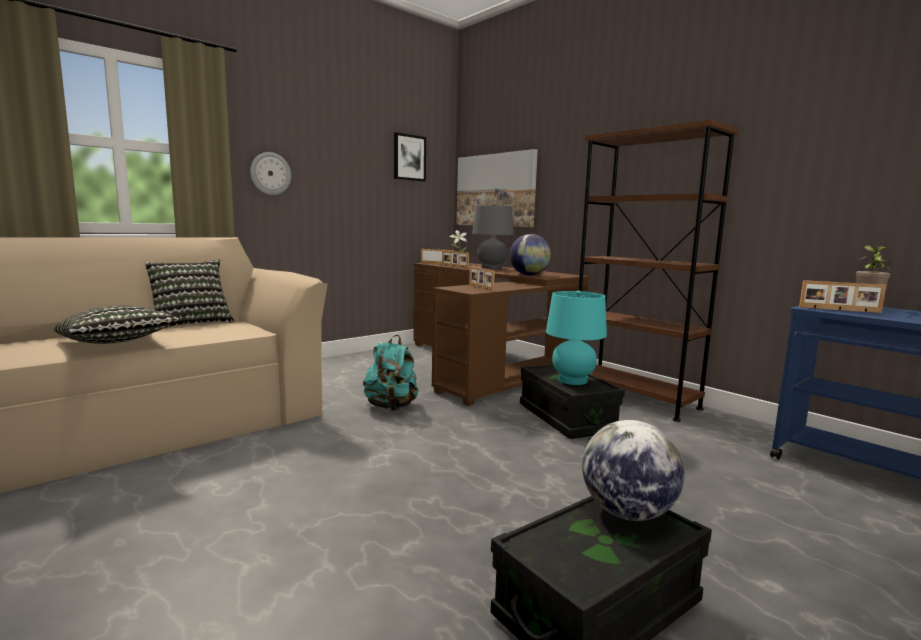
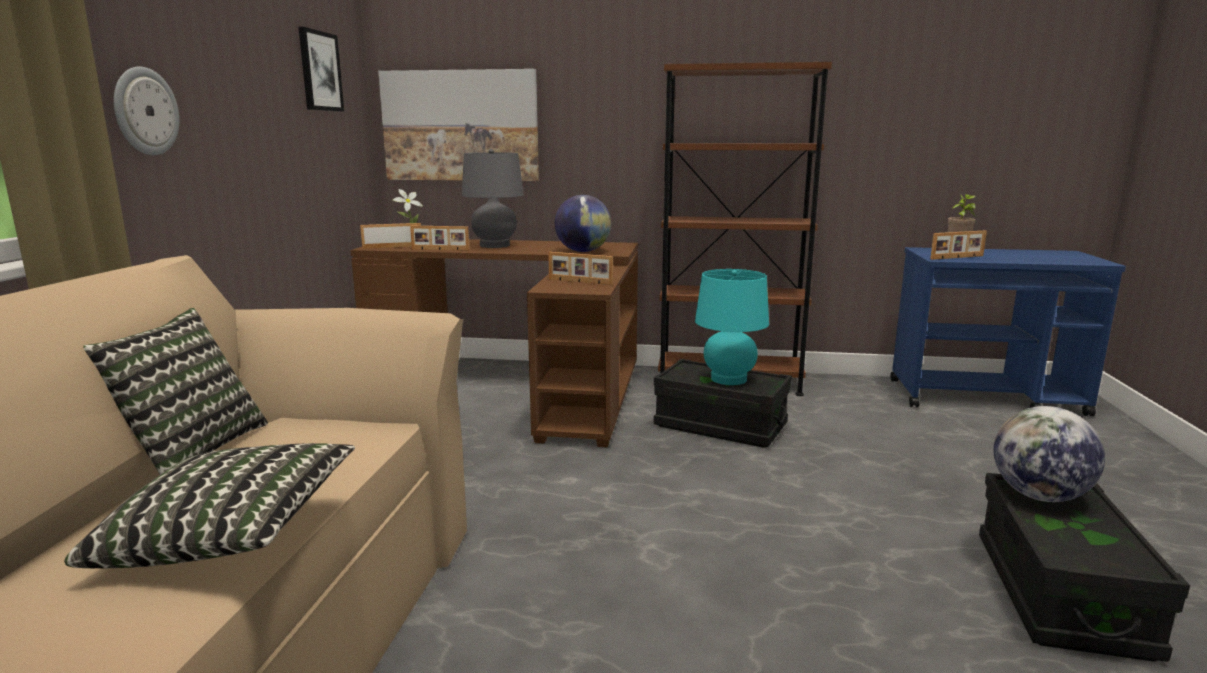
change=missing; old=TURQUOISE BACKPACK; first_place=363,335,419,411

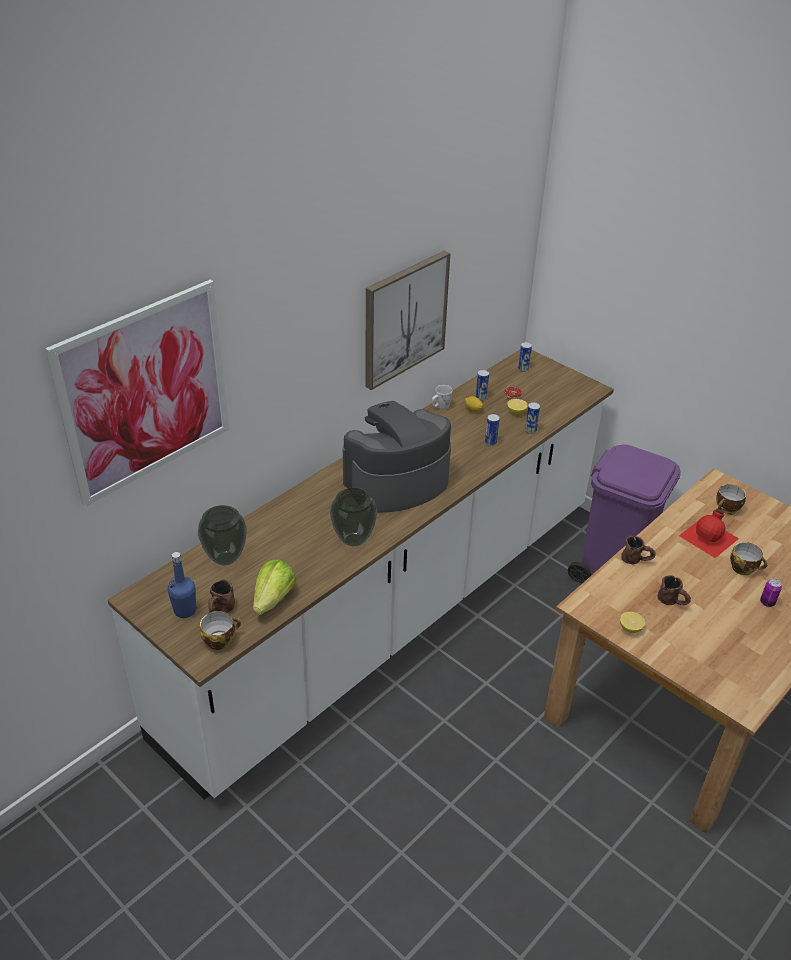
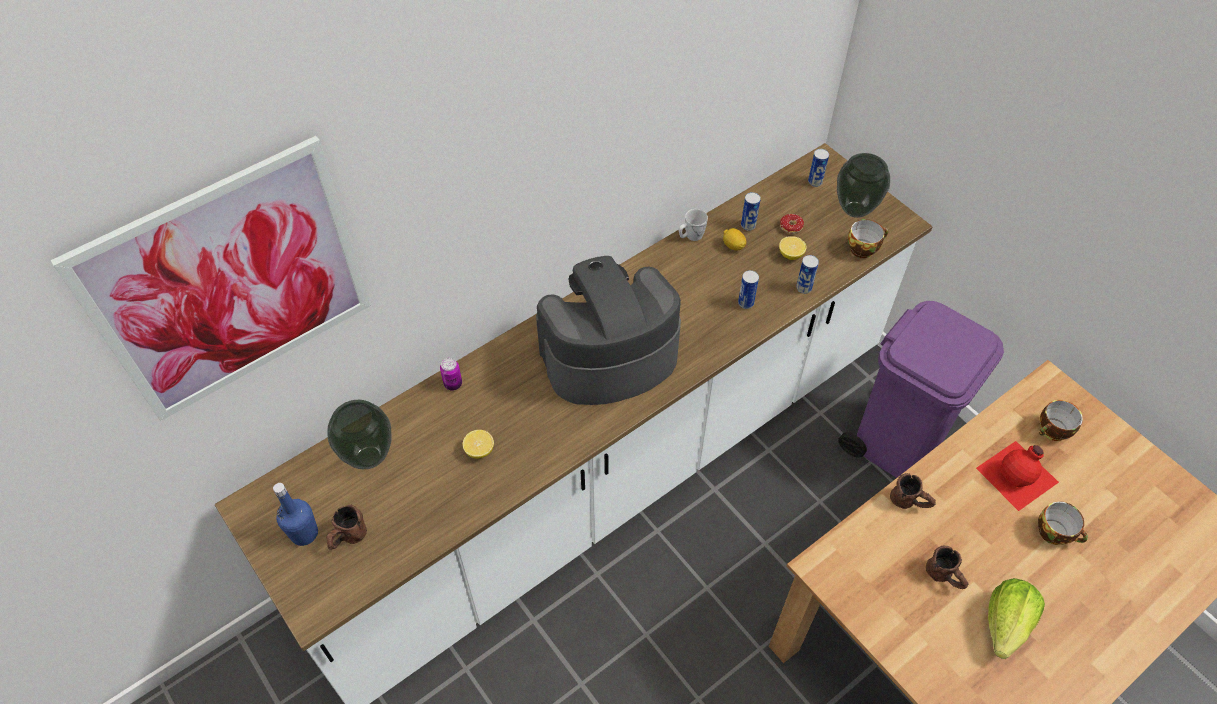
change=missing; old=PICTURE; first_place=365,251,450,390
change=relocated; old=VASE; first_place=330,488,377,546; second_place=837,153,890,218
change=relocated; old=LETTUCE; first_place=253,560,296,615; second_place=988,578,1045,659
change=relocated; old=CAN; first_place=760,578,782,607; second_place=440,358,462,391
change=relocated; old=CUP; first_place=200,611,241,650; second_place=848,219,888,258
change=relocated; old=LEMON; first_place=620,612,645,633; second_place=463,430,494,459

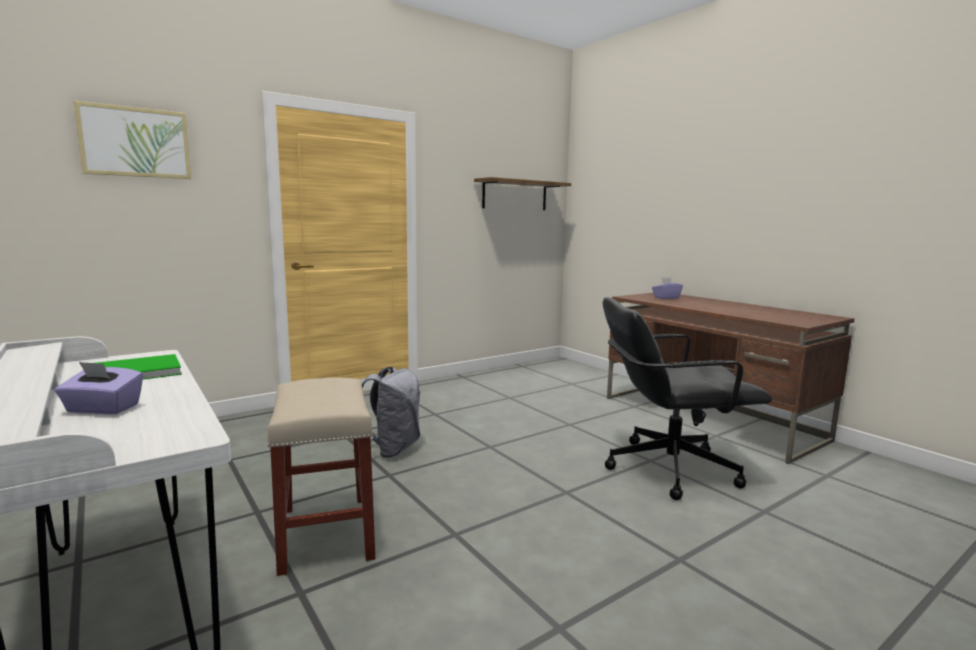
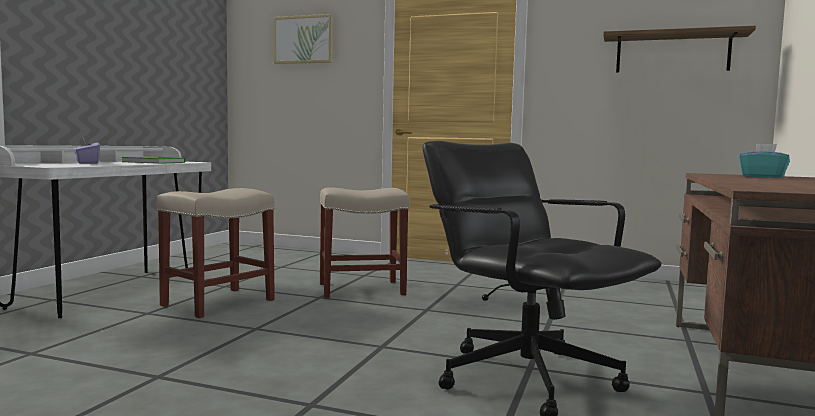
change=colour; old=PURPLE TISSUE BOX; new=TURQUOISE TISSUE BOX; first_place=652,277,683,299; second_place=739,144,790,178
change=exchanged; old=GREY BACKPACK; new=BEIGE STOOL; first_place=362,367,420,458; second_place=320,187,410,298

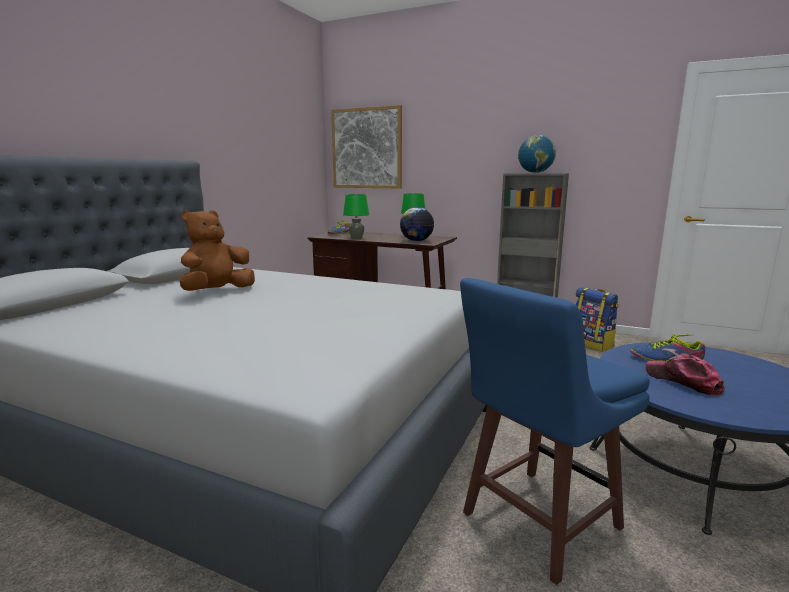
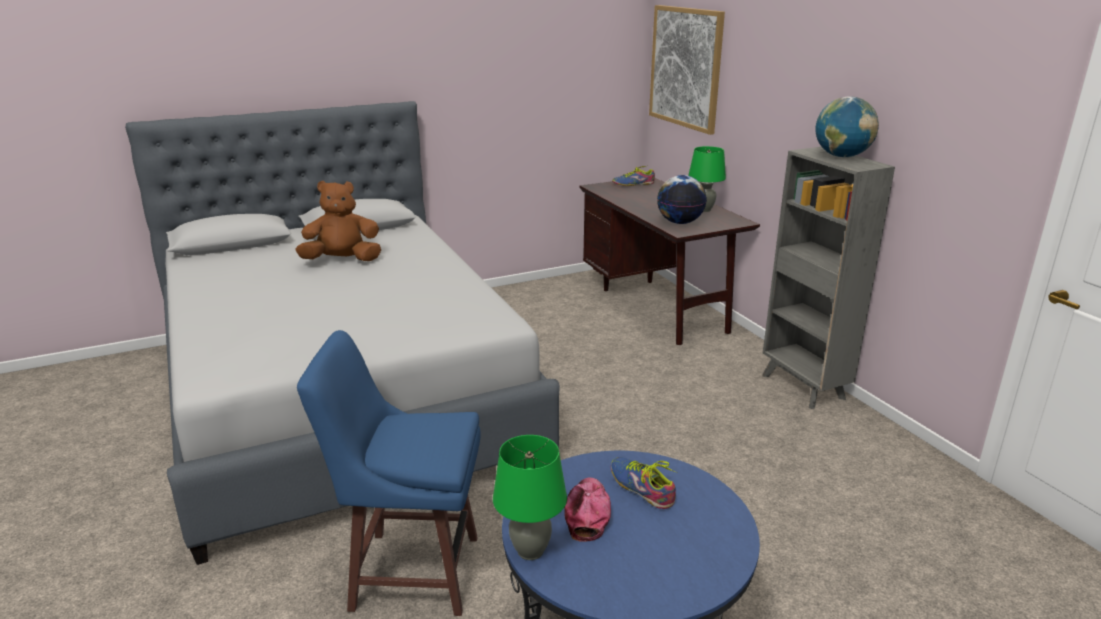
change=relocated; old=GREEN TABLE LAMP; first_place=343,194,370,240; second_place=493,435,567,560
change=missing; old=BACKPACK; first_place=576,287,619,352

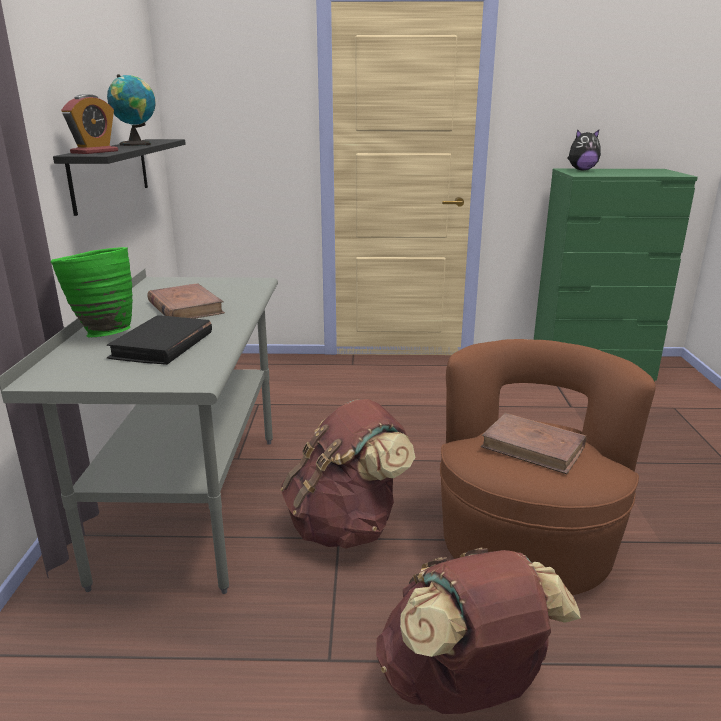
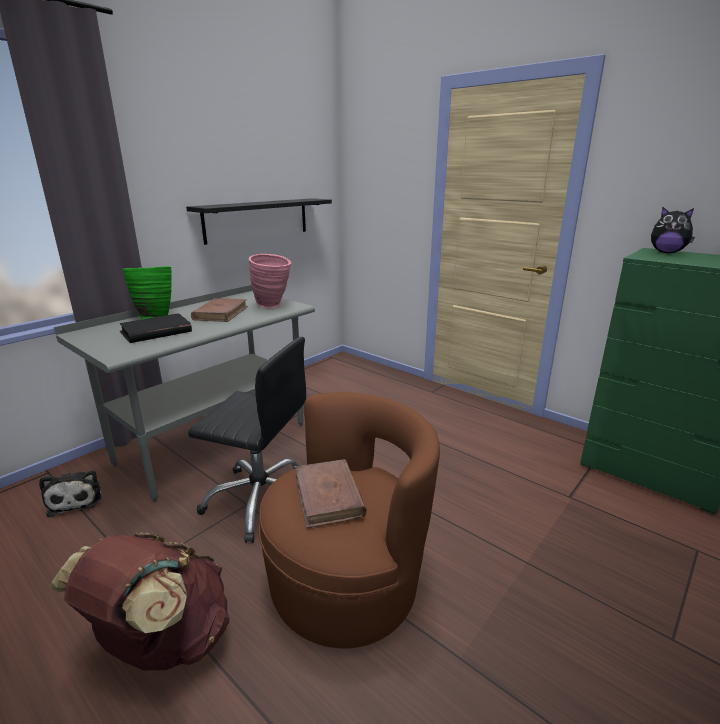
change=missing; old=GLOBE; first_place=107,74,156,146
change=missing; old=ALARM CLOCK; first_place=61,94,118,154
change=exchanged; old=BROWN BACKPACK; new=BLACK OFFICE CHAIR; first_place=281,399,415,549; second_place=188,337,306,543
change=appeared; new=PINK VASE; second_place=249,254,292,308
change=appeared; new=PLUSH TOY; second_place=39,470,102,517

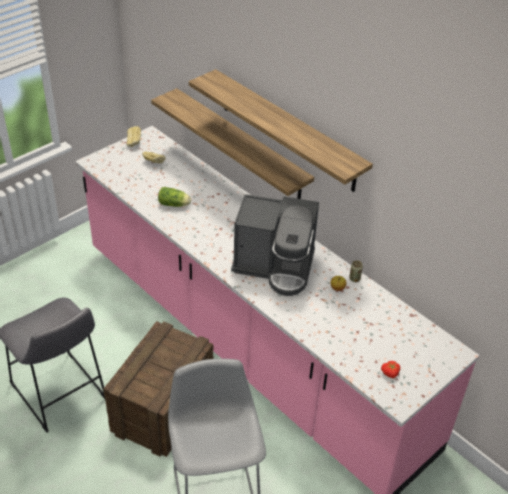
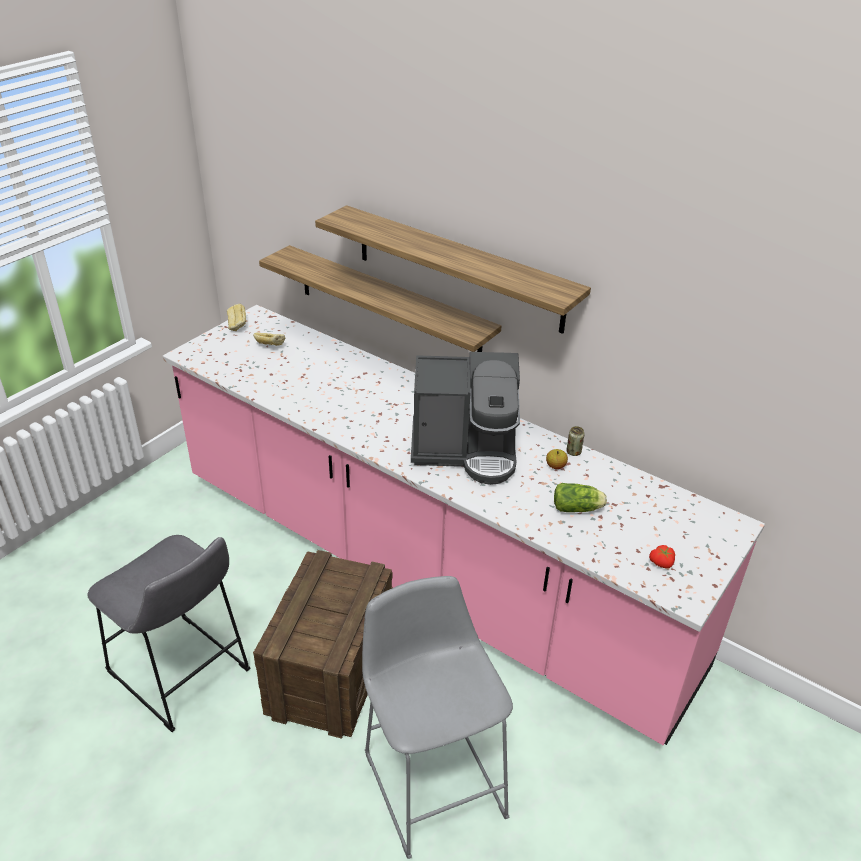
change=relocated; old=LETTUCE; first_place=158,187,191,207; second_place=554,483,607,512

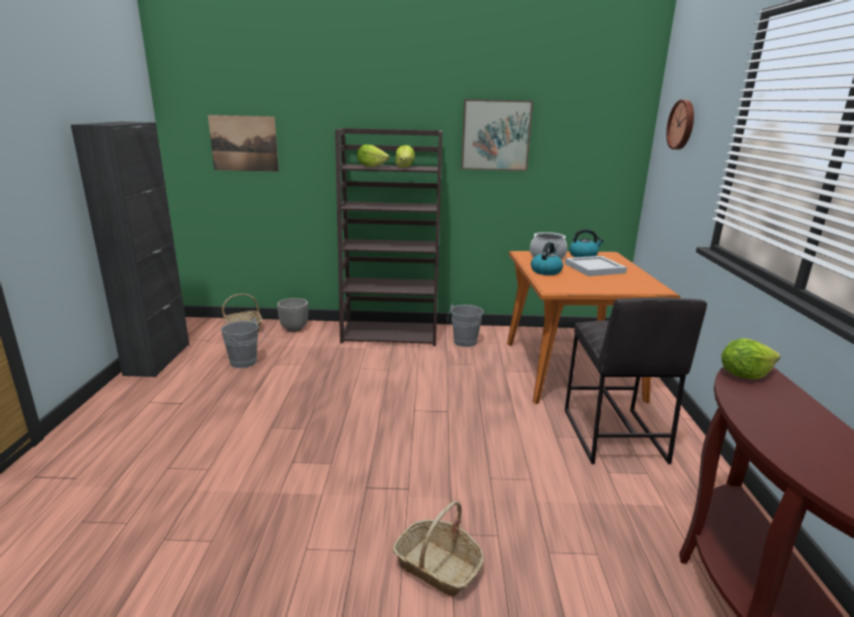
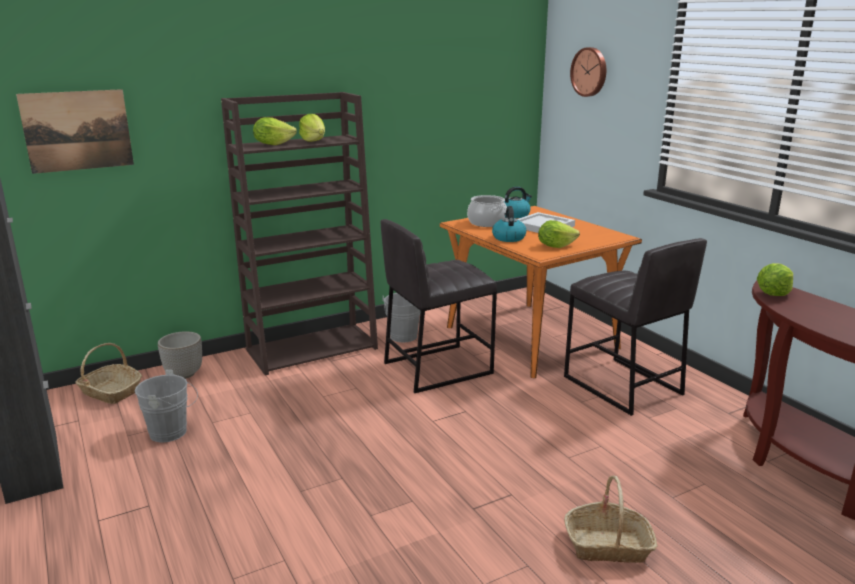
change=missing; old=PICTURE; first_place=461,99,533,171
change=appeared; new=GREY STOOL; second_place=381,219,497,393
change=appeared; new=LETTUCE; second_place=538,220,580,248

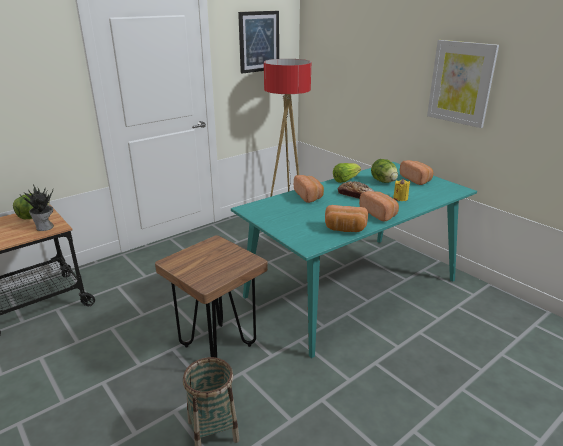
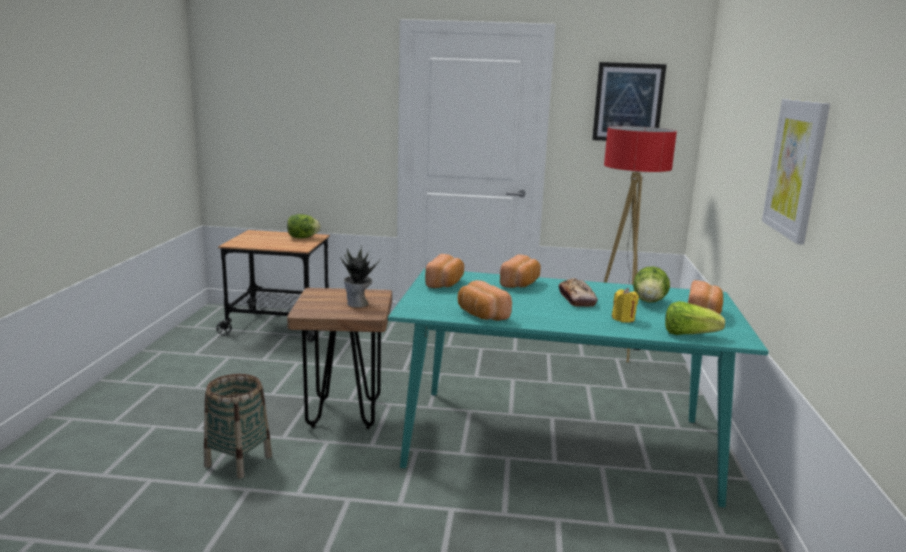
change=relocated; old=LETTUCE; first_place=333,163,361,183; second_place=665,301,725,335
change=relocated; old=POTTED PLANT; first_place=20,184,54,231; second_place=340,245,380,307
change=relocated; old=BREAD; first_place=359,191,399,222; second_place=425,254,464,288

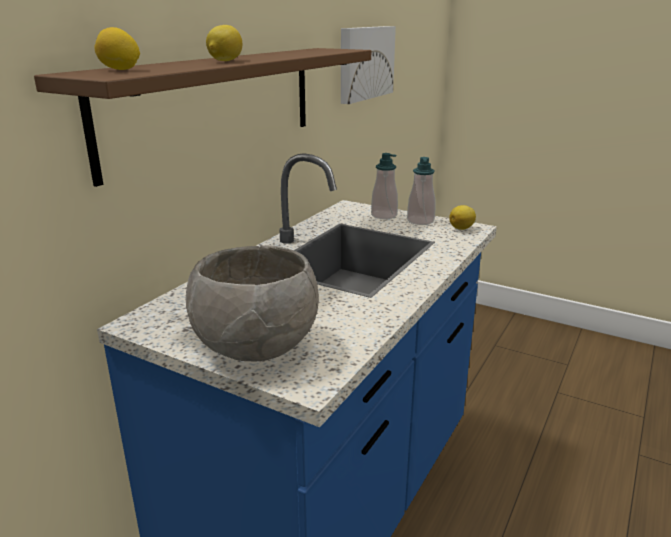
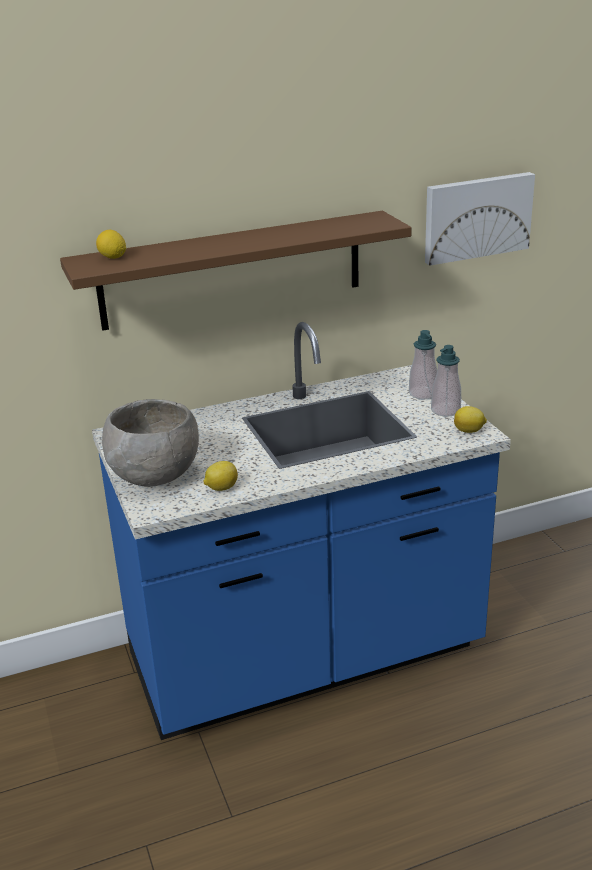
change=relocated; old=LEMON; first_place=206,25,242,61; second_place=203,461,238,491

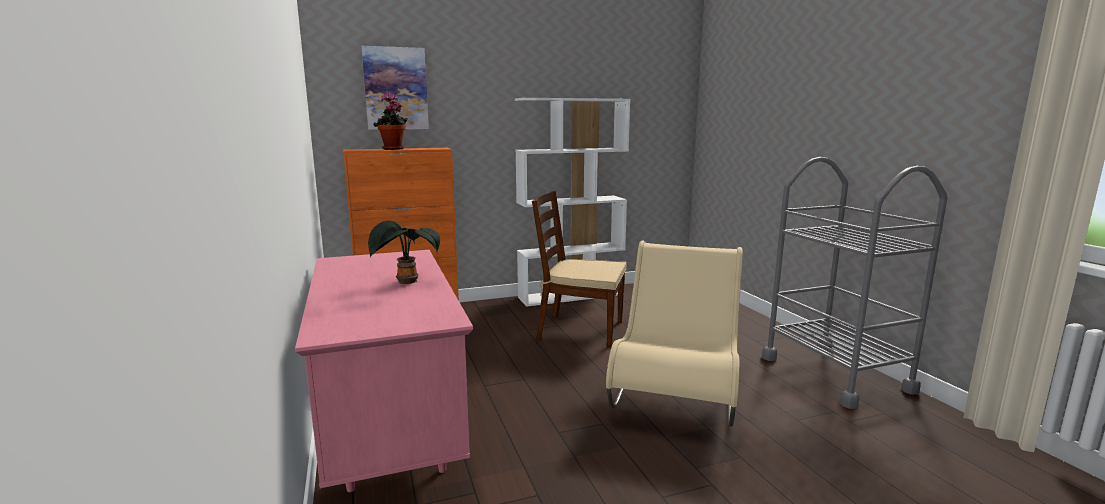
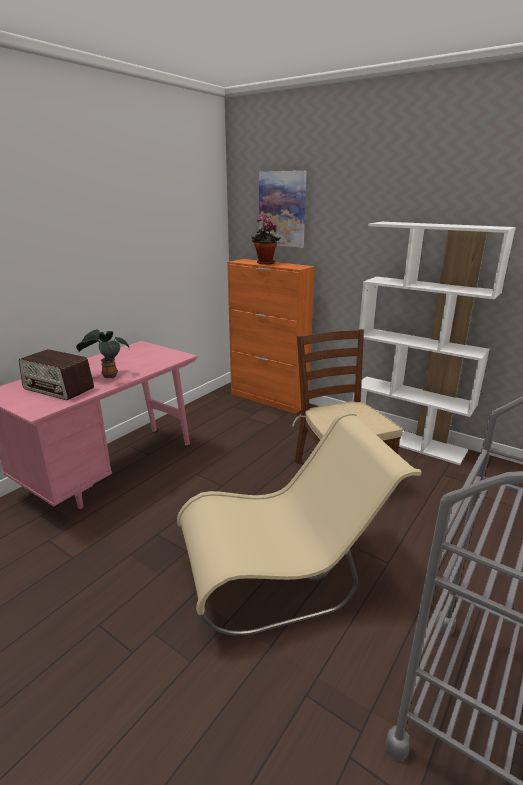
change=appeared; new=RADIO; second_place=19,349,94,400

